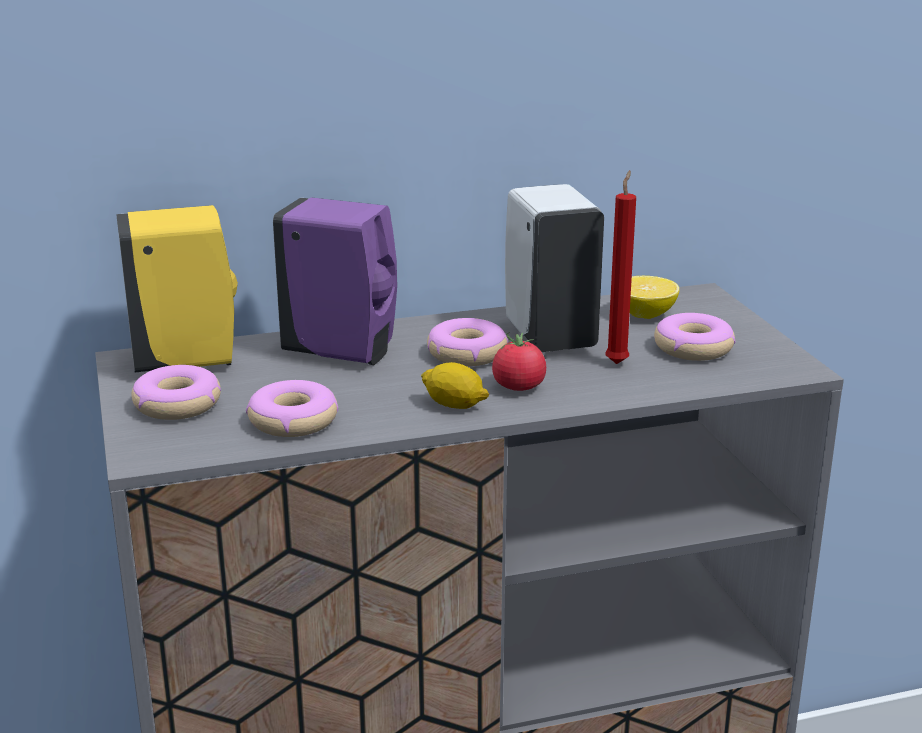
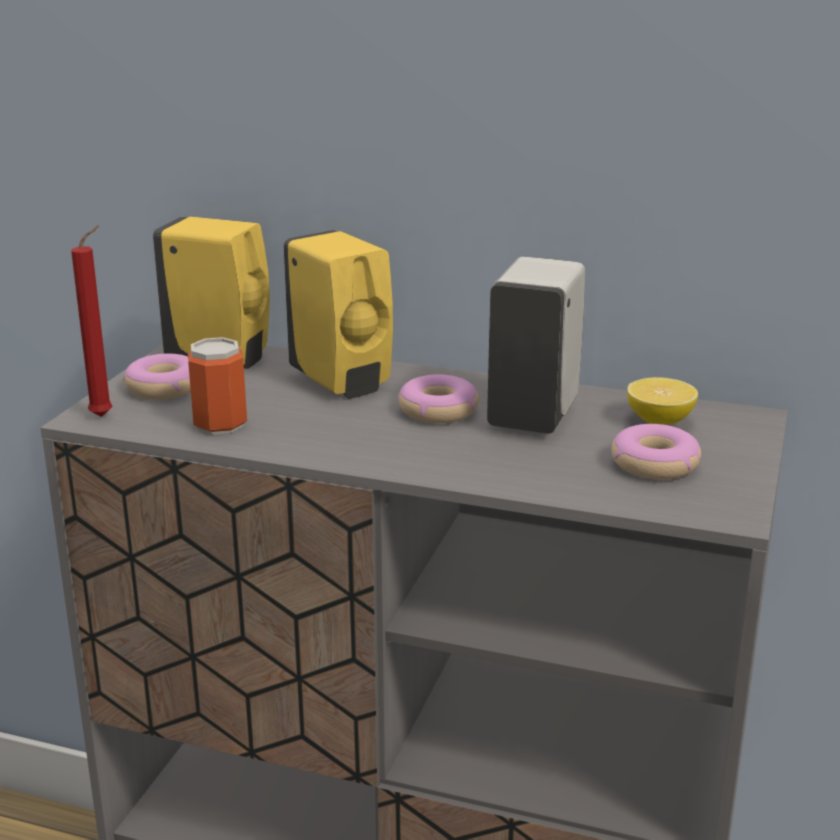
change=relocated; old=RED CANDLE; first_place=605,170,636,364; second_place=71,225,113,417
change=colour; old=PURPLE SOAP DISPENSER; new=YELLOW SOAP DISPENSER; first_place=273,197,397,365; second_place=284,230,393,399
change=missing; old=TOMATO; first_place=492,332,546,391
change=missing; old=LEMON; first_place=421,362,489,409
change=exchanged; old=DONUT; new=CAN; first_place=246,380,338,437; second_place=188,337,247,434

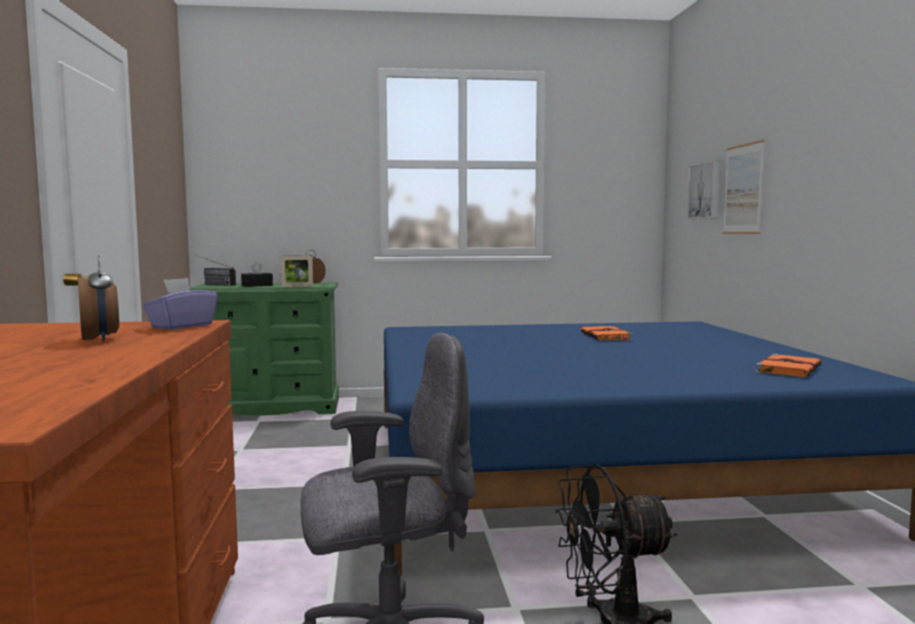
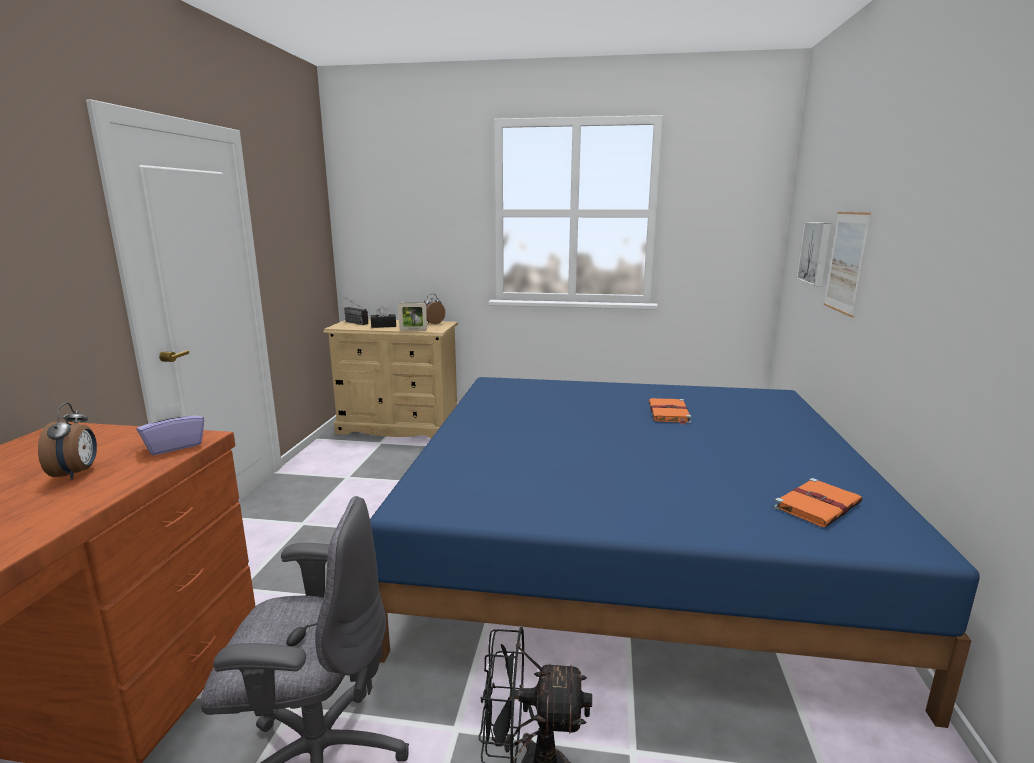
change=colour; old=GREEN DRESSER; new=BEIGE DRESSER; first_place=190,282,339,416; second_place=324,319,458,438

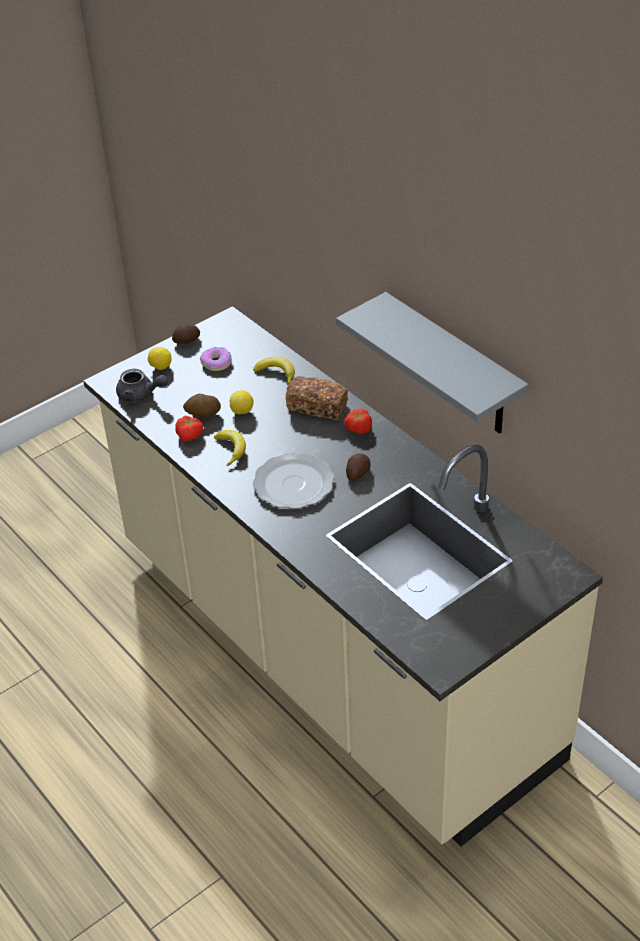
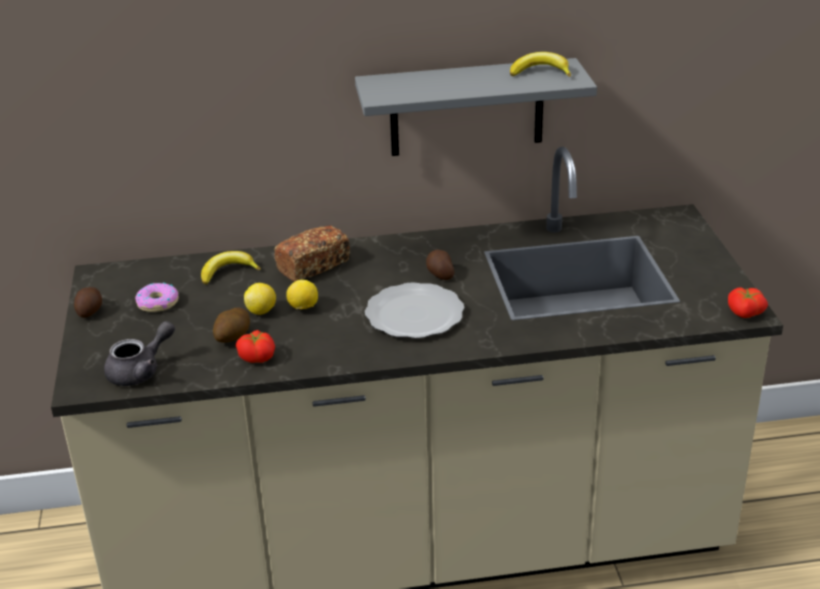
change=relocated; old=LEMON; first_place=148,347,171,370; second_place=286,279,318,309
change=relocated; old=TOMATO; first_place=344,408,372,434; second_place=728,287,768,318
change=relocated; old=BANANA; first_place=214,430,246,466; second_place=510,52,571,77

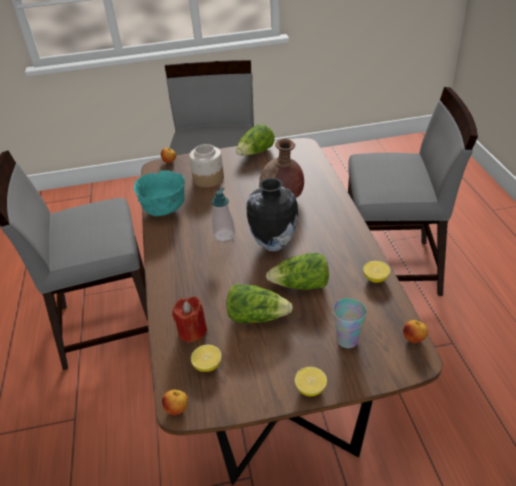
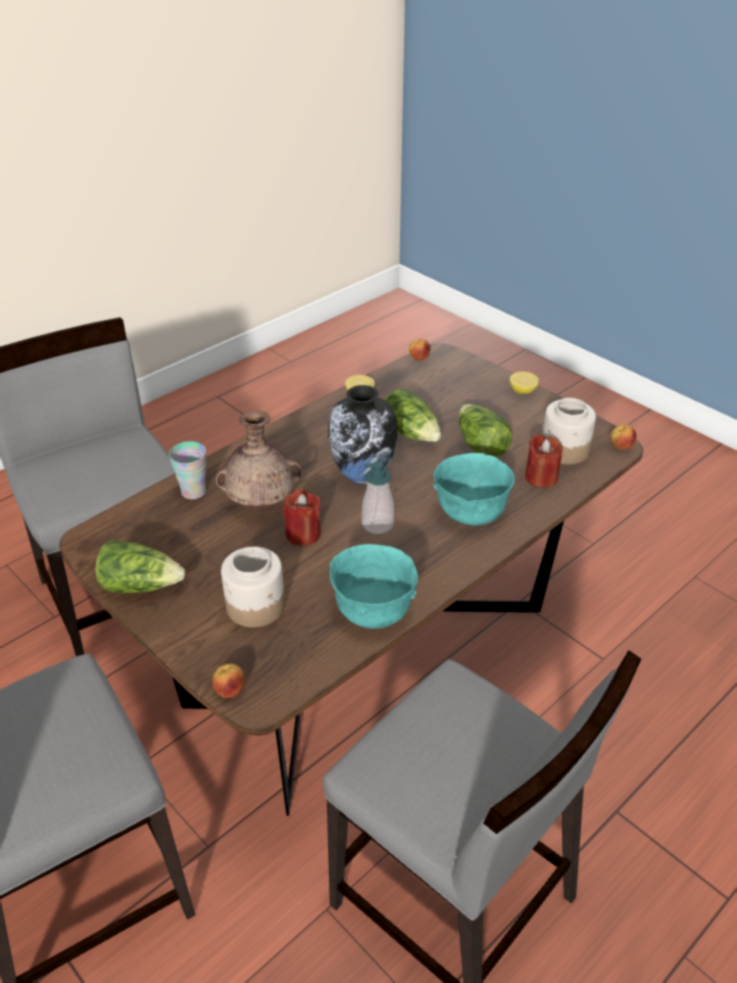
change=relocated; old=CUP; first_place=333,298,366,348; second_place=169,441,206,499
change=exchanged; old=LEMON; new=JAR; first_place=191,345,222,372; second_place=542,398,596,465
change=appeared; new=TURQUOISE BOWL; second_place=433,453,515,526
change=appeared; new=RED CANDLE; second_place=283,489,321,546

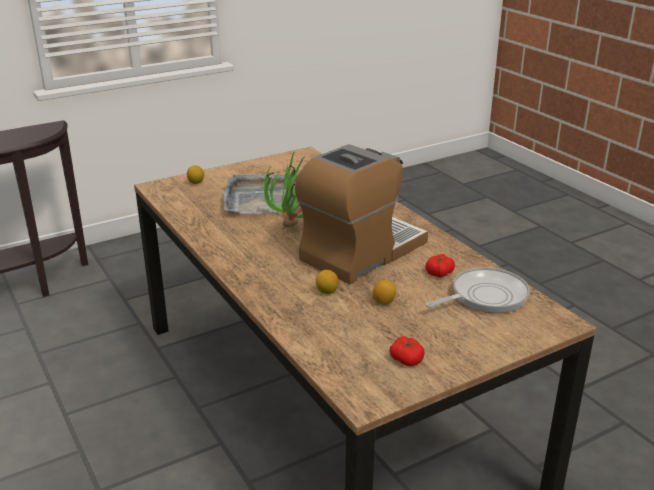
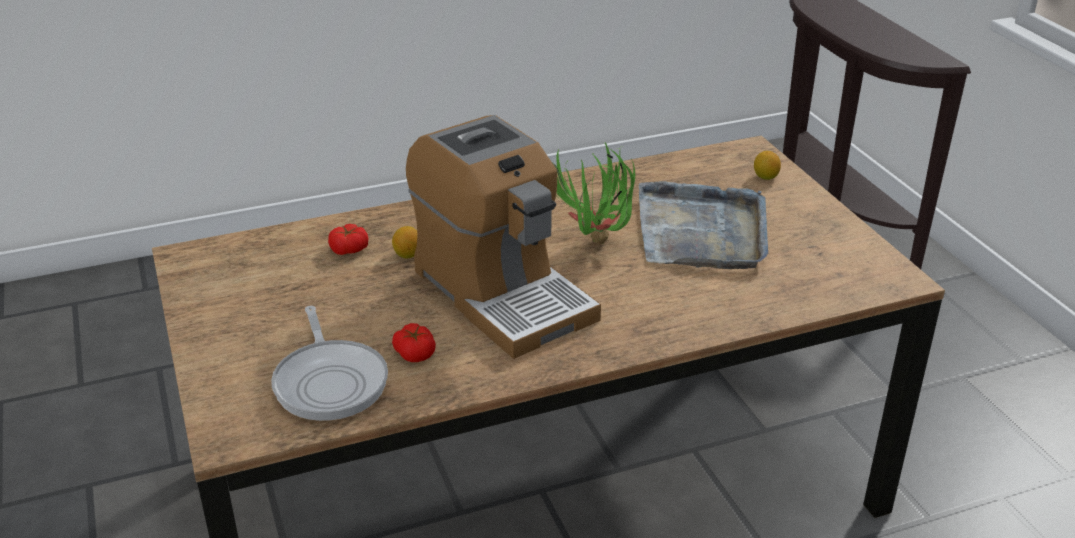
change=missing; old=LEMON; first_place=373,280,396,304
change=relocated; old=TOMATO; first_place=390,336,425,366; second_place=328,224,368,255

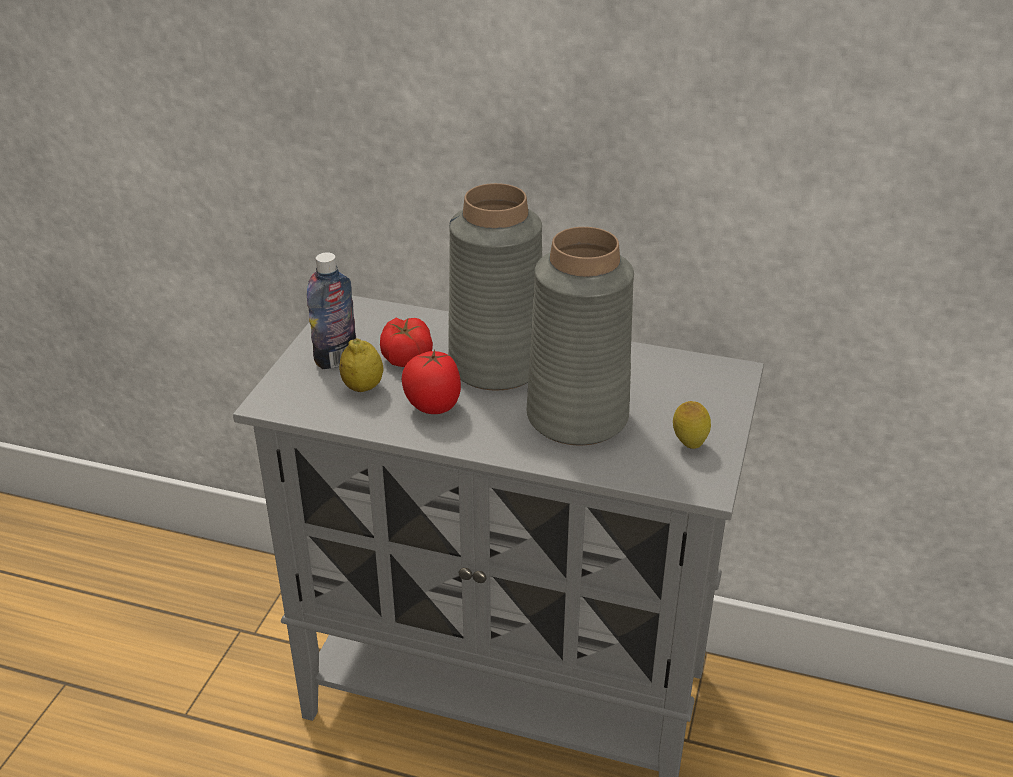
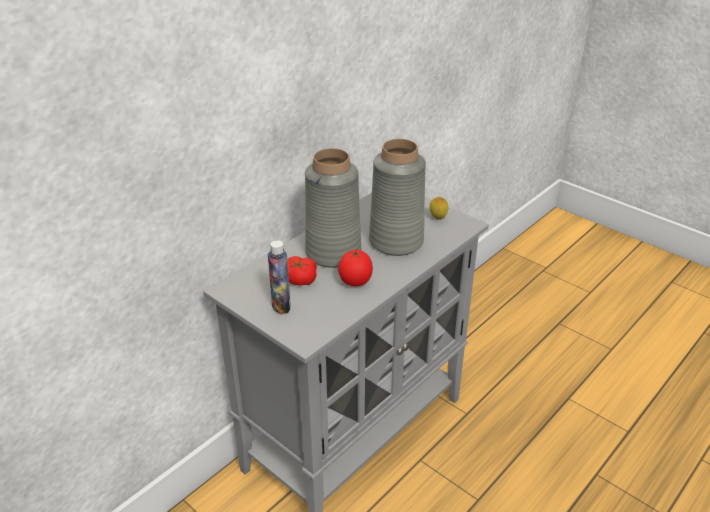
change=missing; old=LEMON; first_place=339,339,383,392

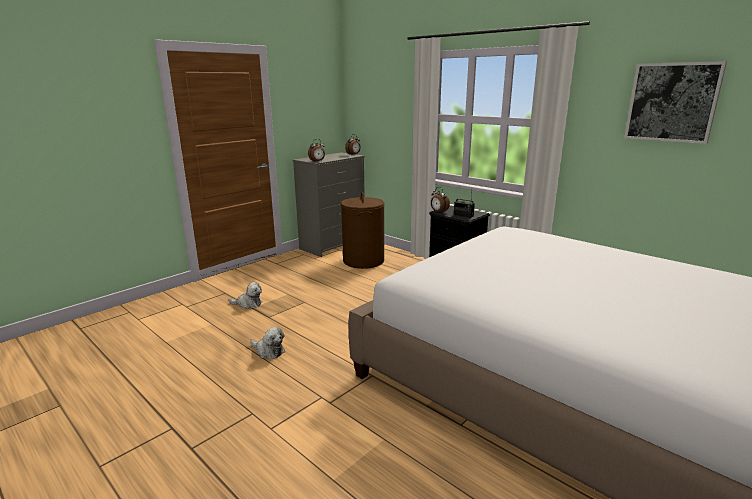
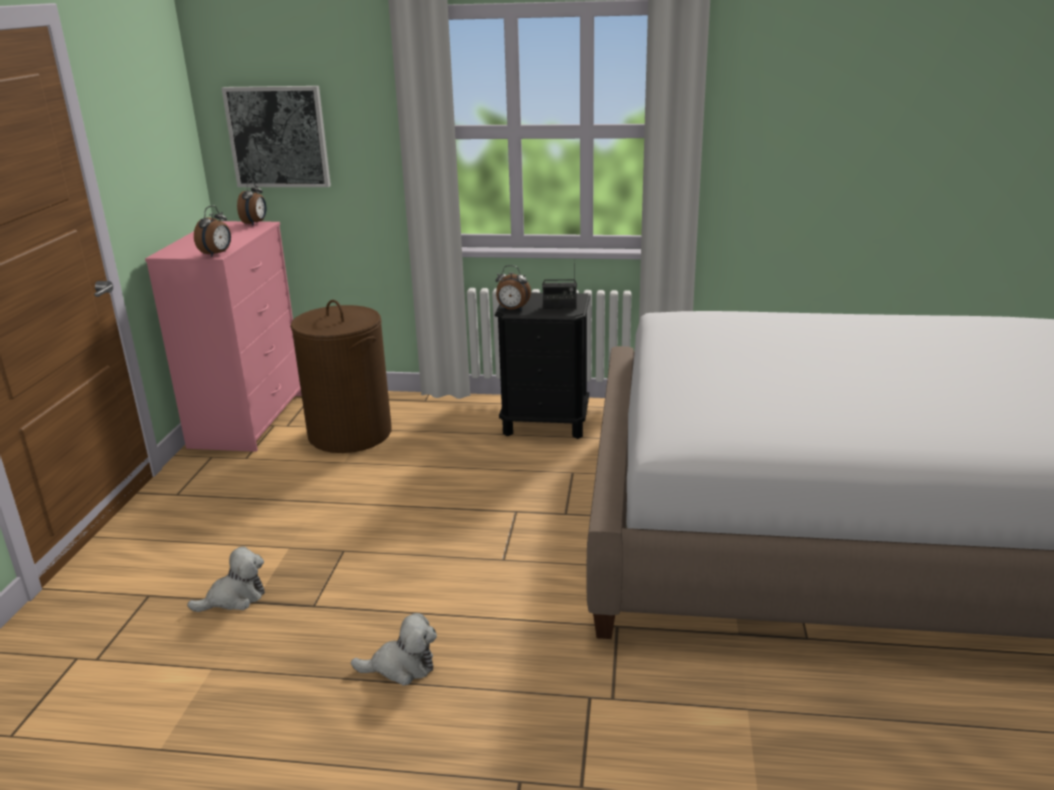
change=relocated; old=PICTURE; first_place=624,61,727,144; second_place=222,86,331,187
change=colour; old=GREY DRESSER; new=PINK DRESSER; first_place=293,153,365,257; second_place=145,221,302,452

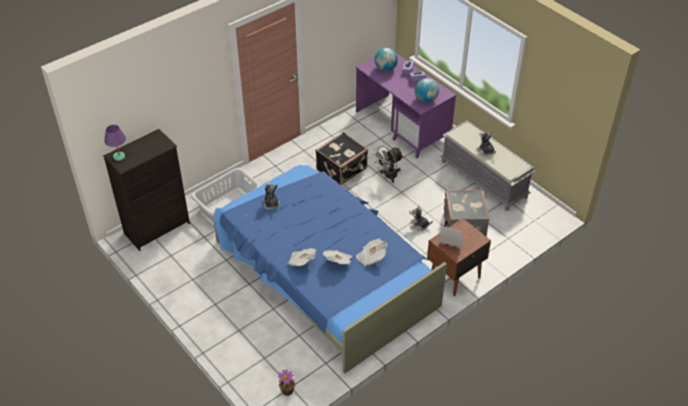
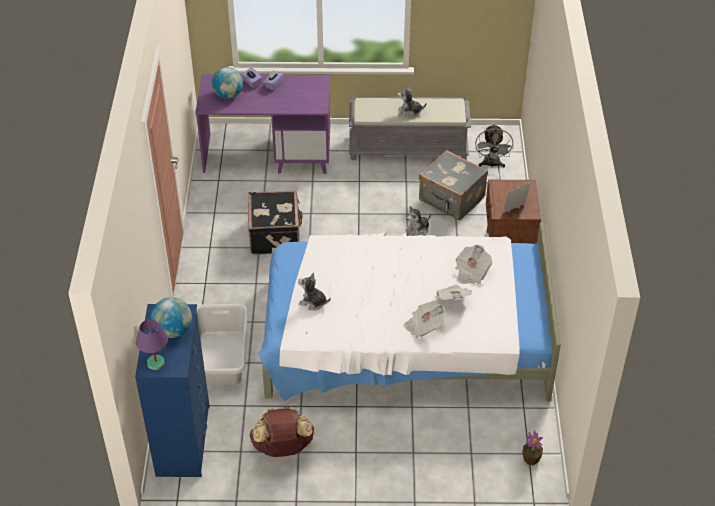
change=relocated; old=GLOBE; first_place=415,78,439,103; second_place=151,297,192,338
change=colour; old=BLACK DRESSER; new=BLUE DRESSER; first_place=103,129,190,251; second_place=135,304,210,477
change=relocated; old=GREY FAN; first_place=372,146,403,183; second_place=475,124,513,168
change=colour; old=BLUE BED; new=WHITE BED; first_place=213,165,447,373; second_place=258,223,561,402
change=appeared; new=BROWN BACKPACK; second_place=250,406,315,457

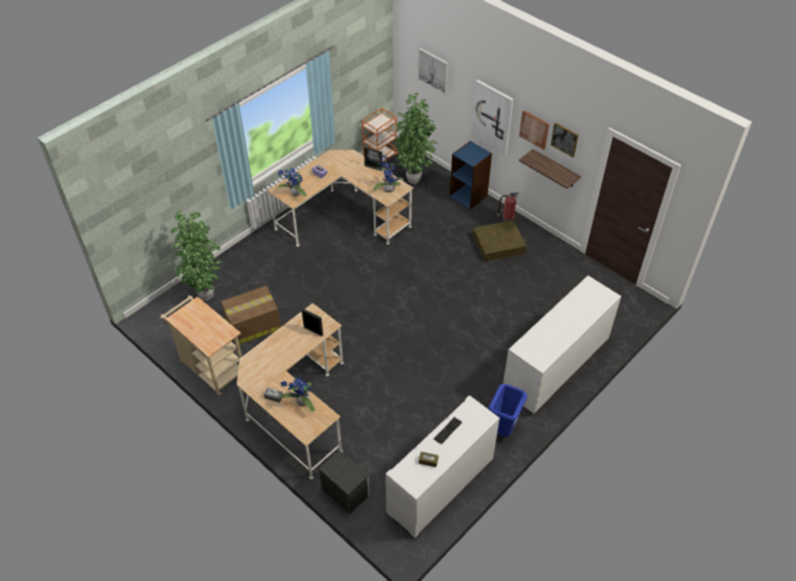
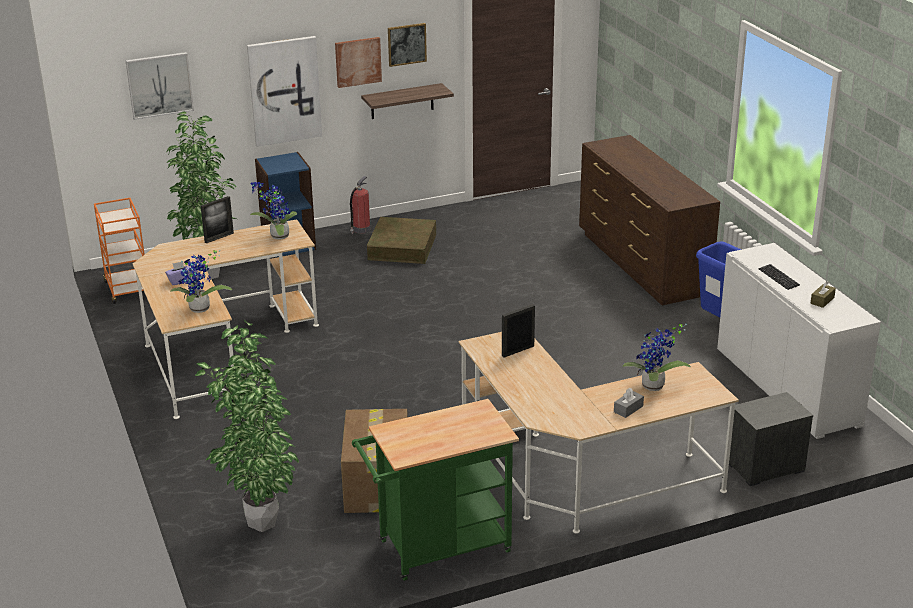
change=colour; old=WHITE DRESSER; new=BROWN DRESSER; first_place=503,276,621,414; second_place=579,135,720,306
change=colour; old=BEIGE CART; new=GREEN CART; first_place=160,296,242,397; second_place=352,399,519,581

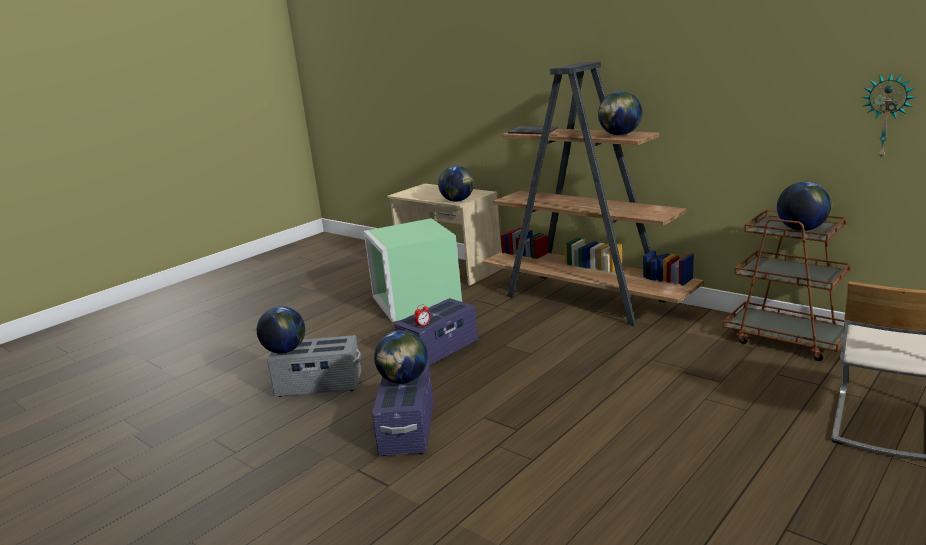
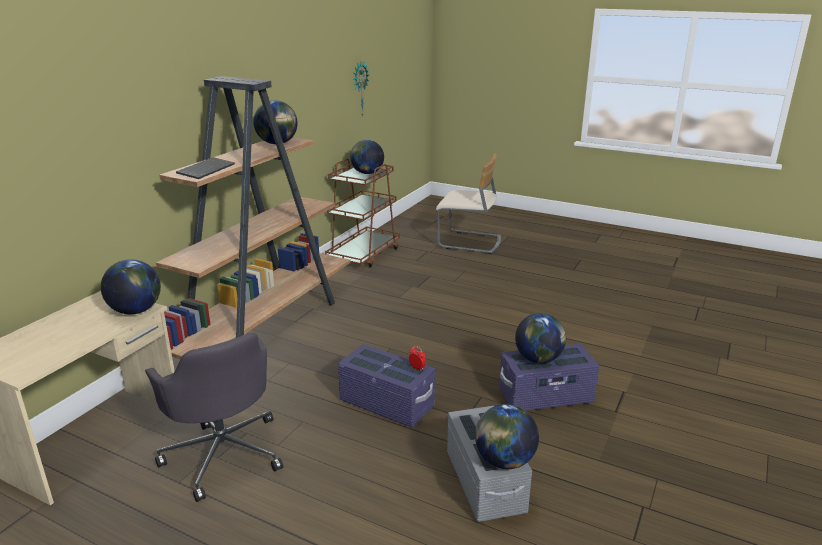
change=exchanged; old=GREEN STORAGE BOX; new=GREY OFFICE CHAIR; first_place=364,218,462,322; second_place=145,333,283,502

